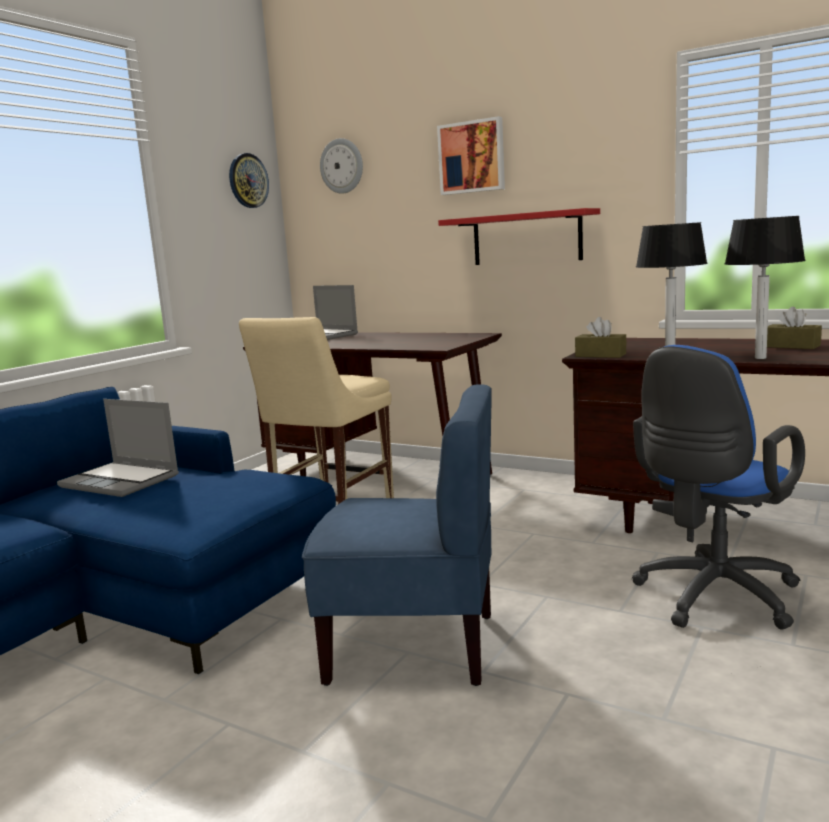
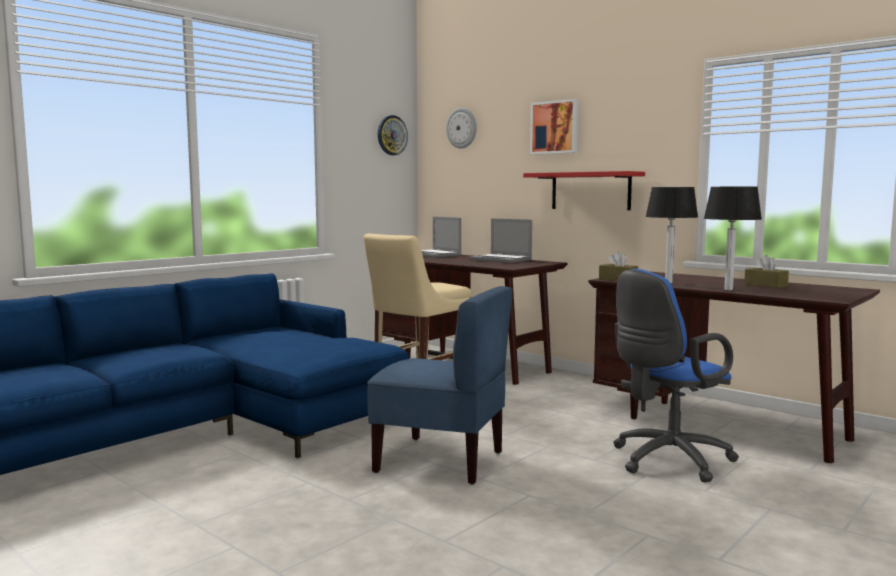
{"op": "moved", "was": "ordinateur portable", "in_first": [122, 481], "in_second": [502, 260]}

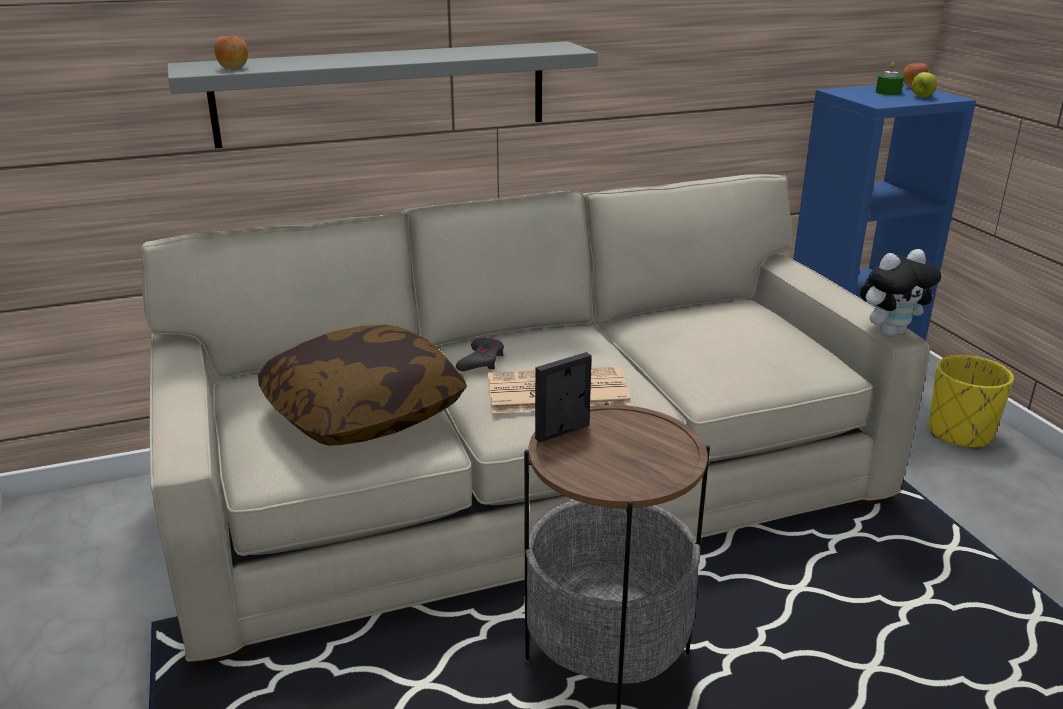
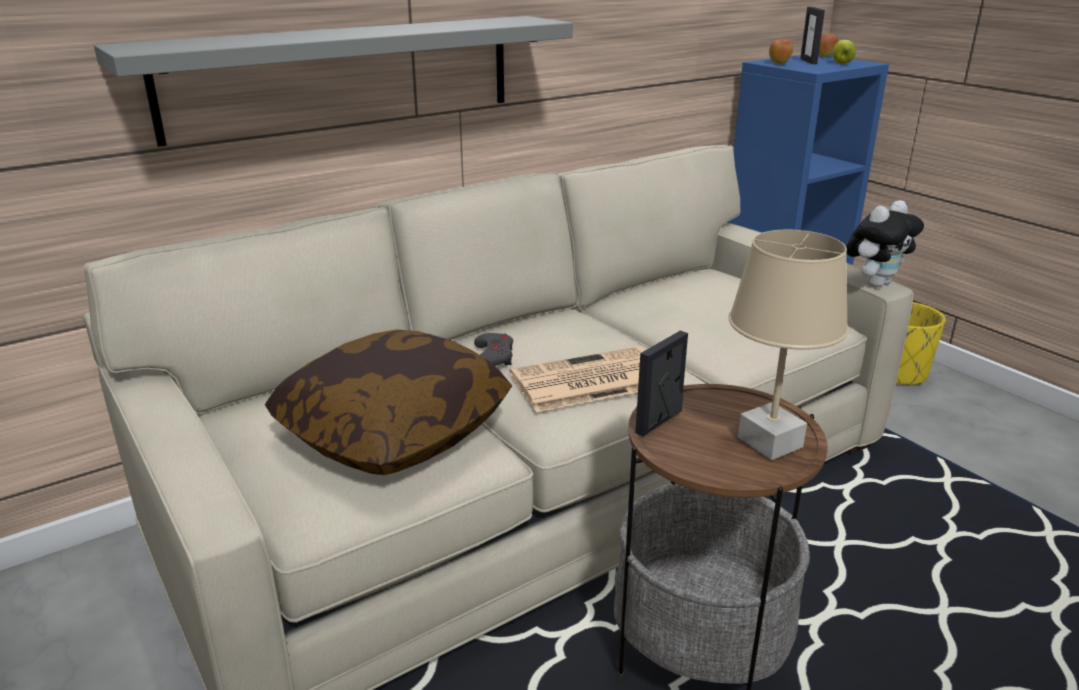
{"op": "moved", "was": "pomme", "in_first": [233, 68], "in_second": [779, 63]}
{"op": "replaced", "was": "bougie/vert", "now": "cadre photo", "in_first": [888, 92], "in_second": [809, 61]}
{"op": "added", "now": "lampe de table/beige", "in_second": [771, 442]}

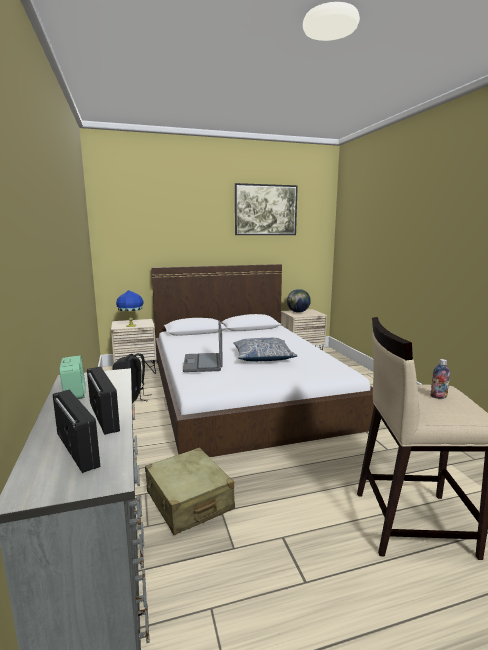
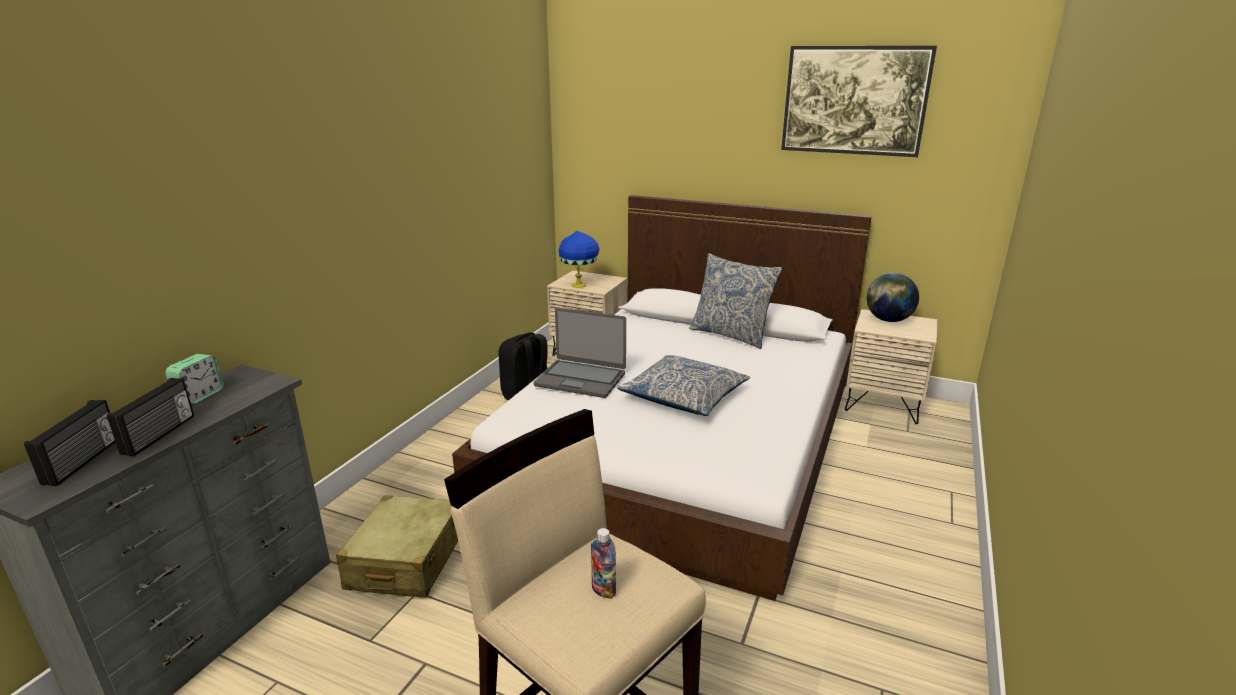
{"op": "turned", "was": "ordinateur portable", "in_first": [203, 363], "in_second": [581, 379], "clockwise": -105}
{"op": "added", "now": "coussin", "in_second": [731, 335]}

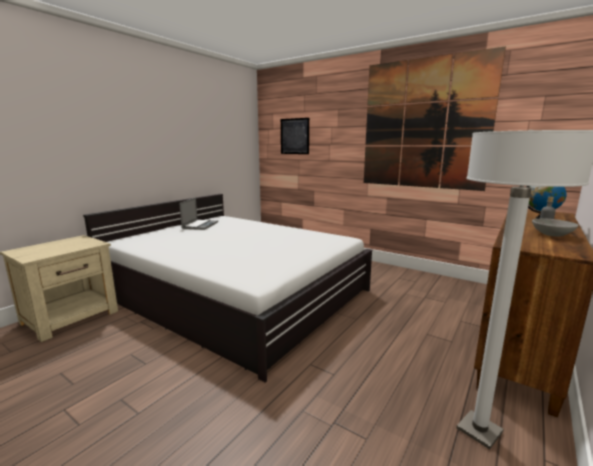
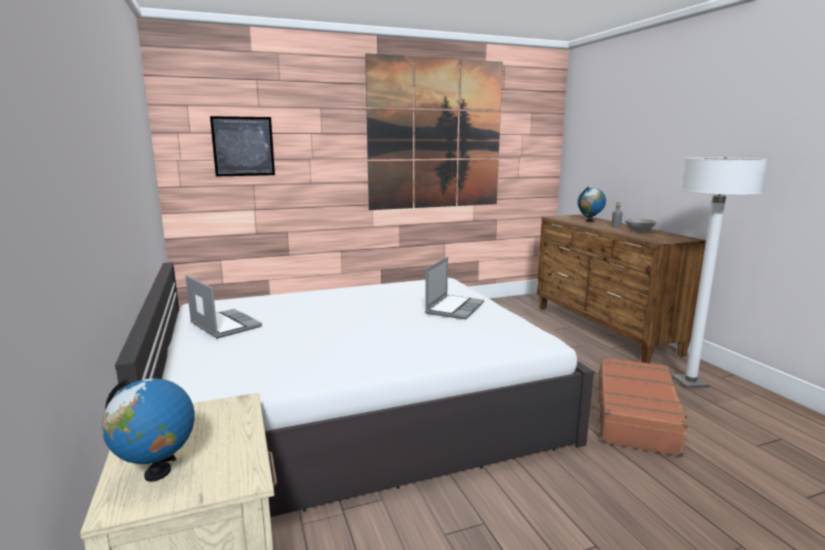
{"op": "added", "now": "globe", "in_second": [157, 473]}
{"op": "added", "now": "ordinateur portable", "in_second": [454, 308]}
{"op": "added", "now": "valise/marron", "in_second": [636, 416]}

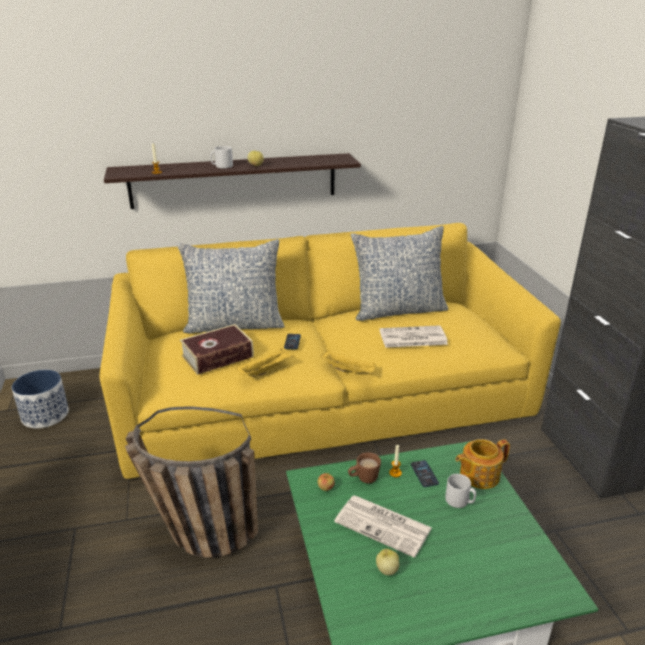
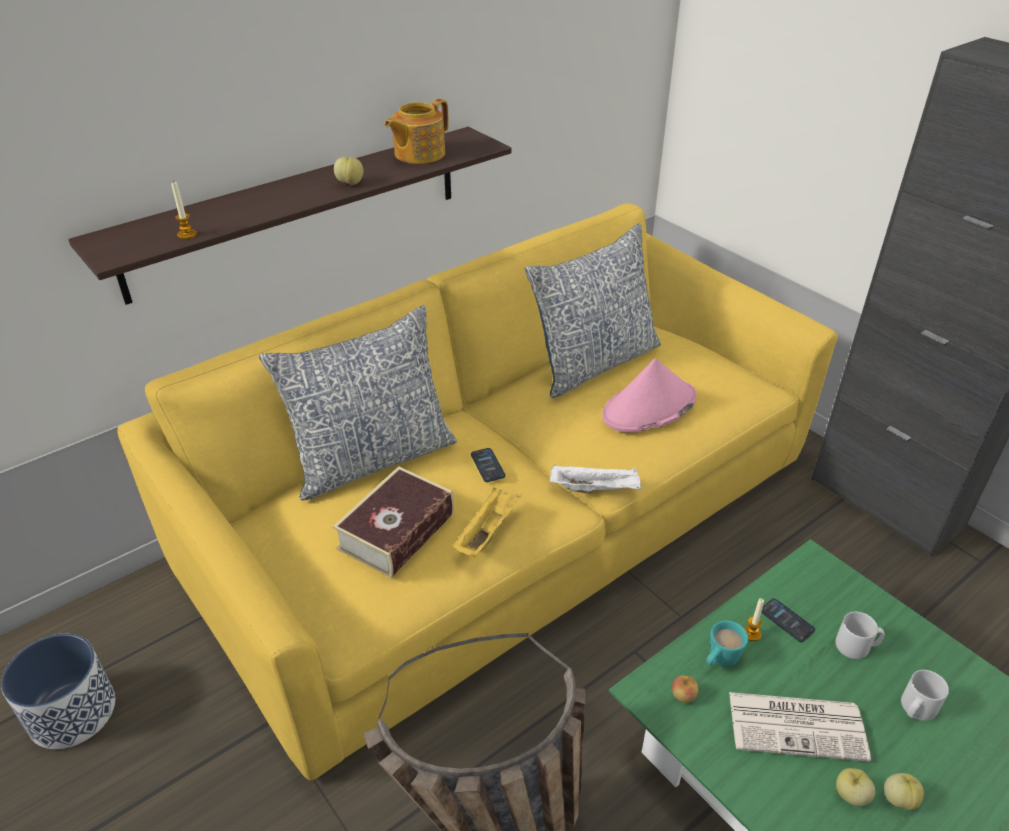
{"op": "moved", "was": "mug/gris", "in_first": [222, 166], "in_second": [916, 709]}
{"op": "recoloured", "was": "plateau/jaune", "now": "plateau/blanc", "in_first": [348, 370], "in_second": [595, 489]}
{"op": "recoloured", "was": "mug/marron", "now": "mug/turquoise", "in_first": [363, 479], "in_second": [720, 660]}
{"op": "replaced", "was": "journal", "now": "chapeau/rose", "in_first": [412, 338], "in_second": [649, 407]}
{"op": "moved", "was": "théière", "in_first": [478, 475], "in_second": [418, 154]}
{"op": "added", "now": "pomme", "in_second": [898, 799]}

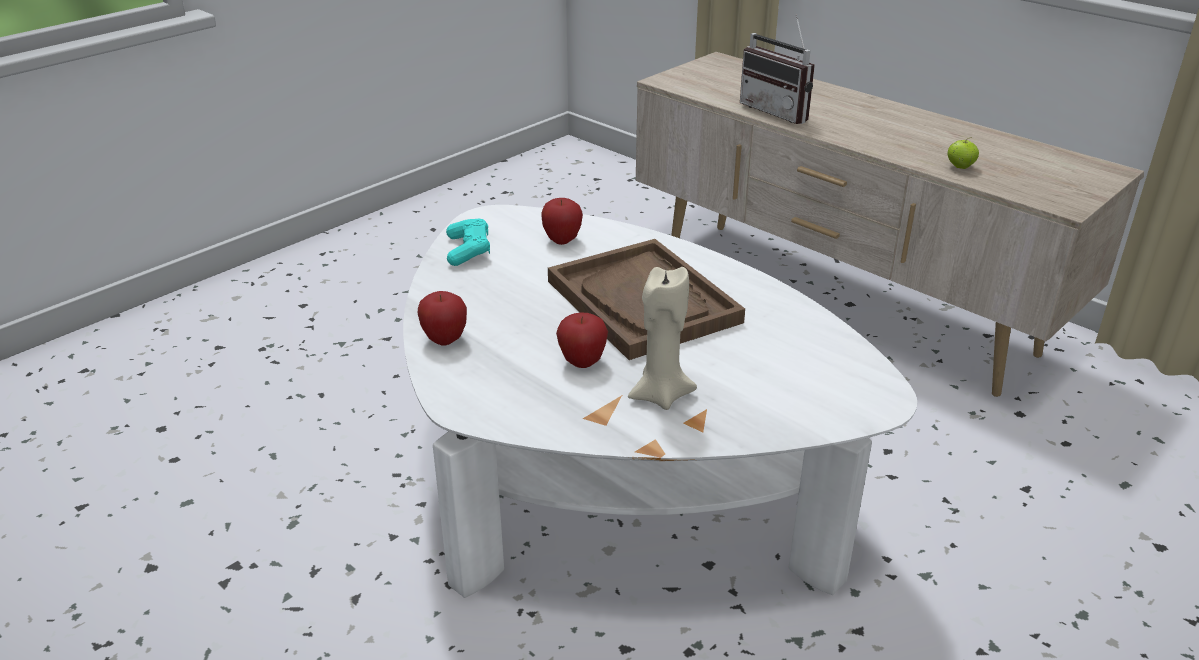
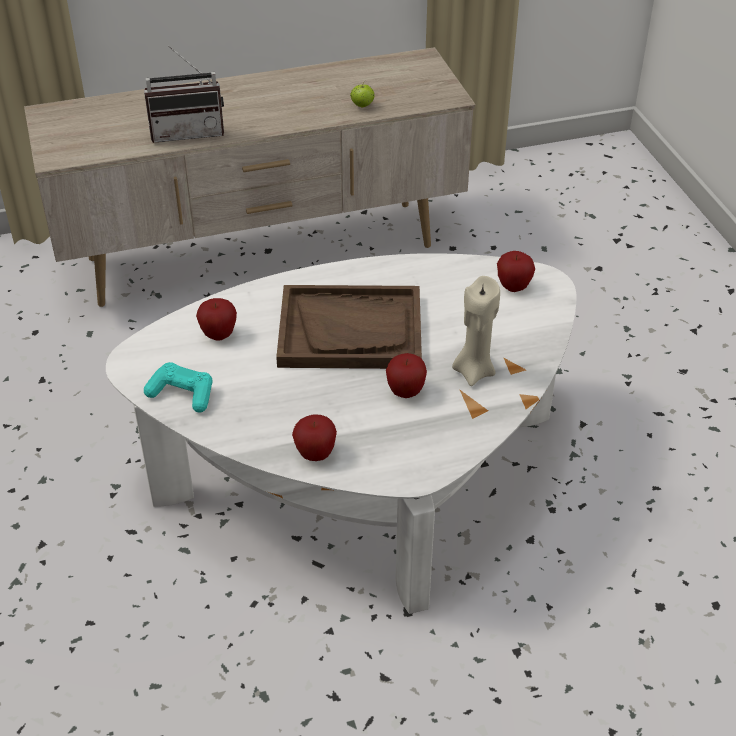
{"op": "added", "now": "pomme", "in_second": [513, 287]}

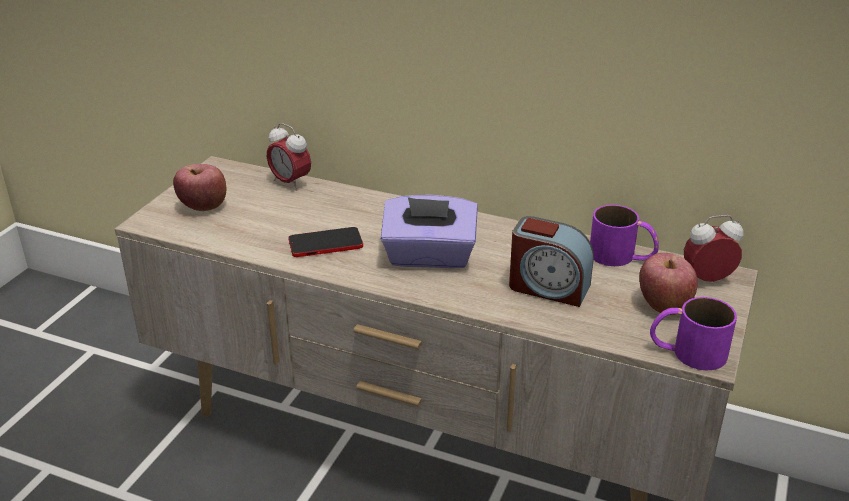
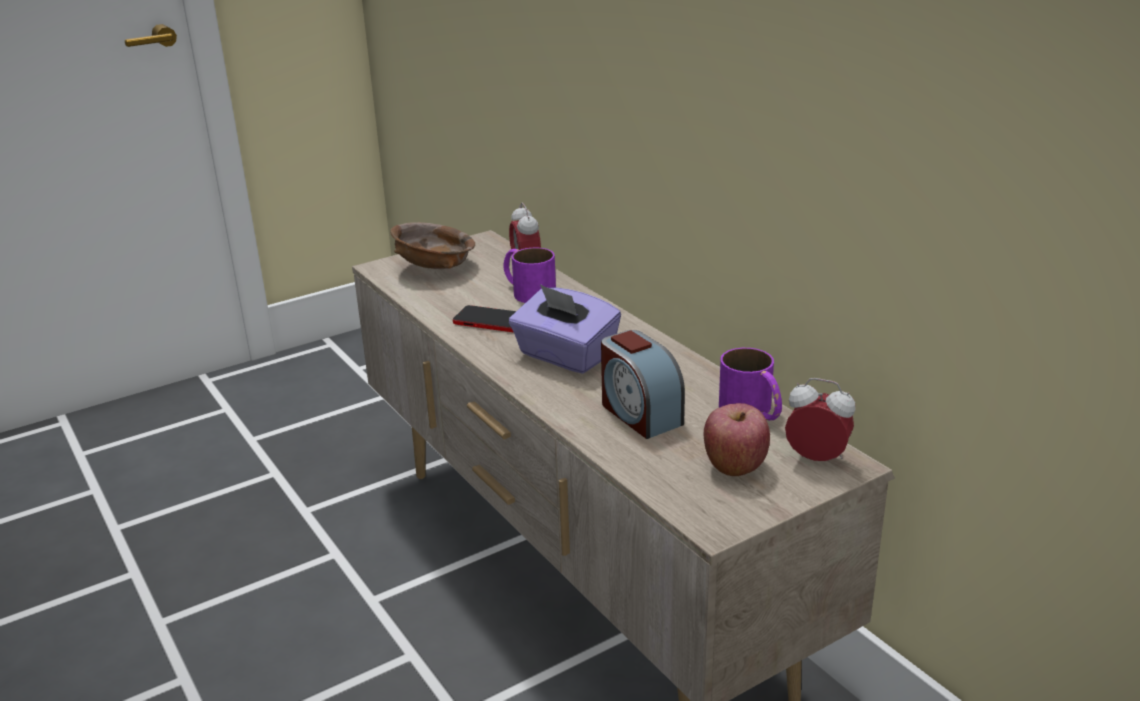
{"op": "replaced", "was": "pomme", "now": "bol/marron", "in_first": [203, 206], "in_second": [434, 267]}
{"op": "moved", "was": "mug/violet", "in_first": [686, 352], "in_second": [527, 291]}

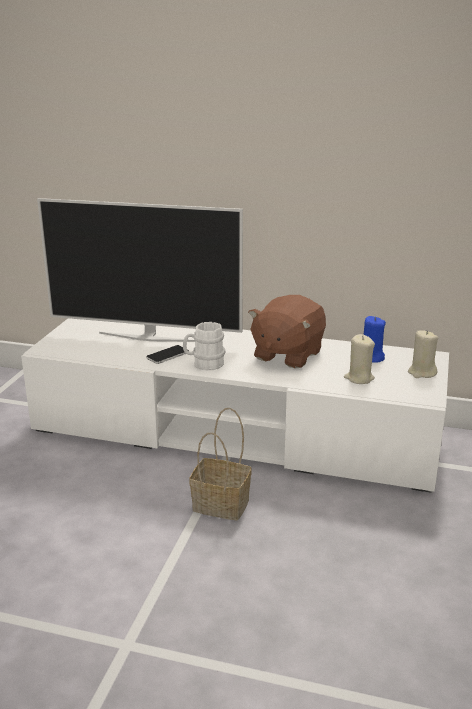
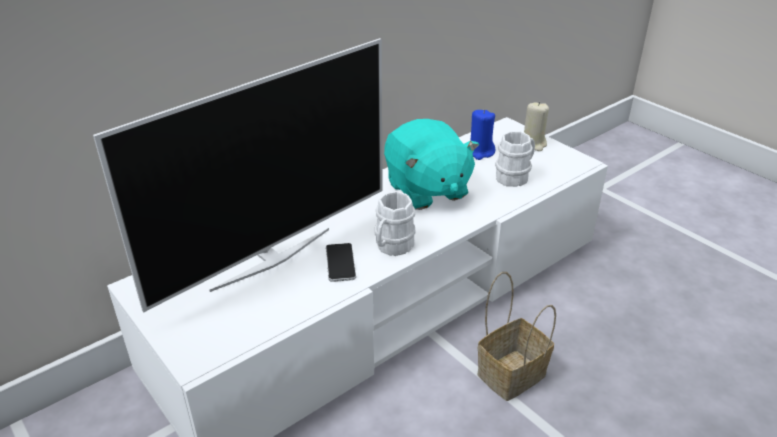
{"op": "recoloured", "was": "peluche/marron", "now": "peluche/turquoise", "in_first": [287, 355], "in_second": [426, 190]}
{"op": "replaced", "was": "bougie/beige", "now": "mug/blanc", "in_first": [359, 378], "in_second": [515, 176]}

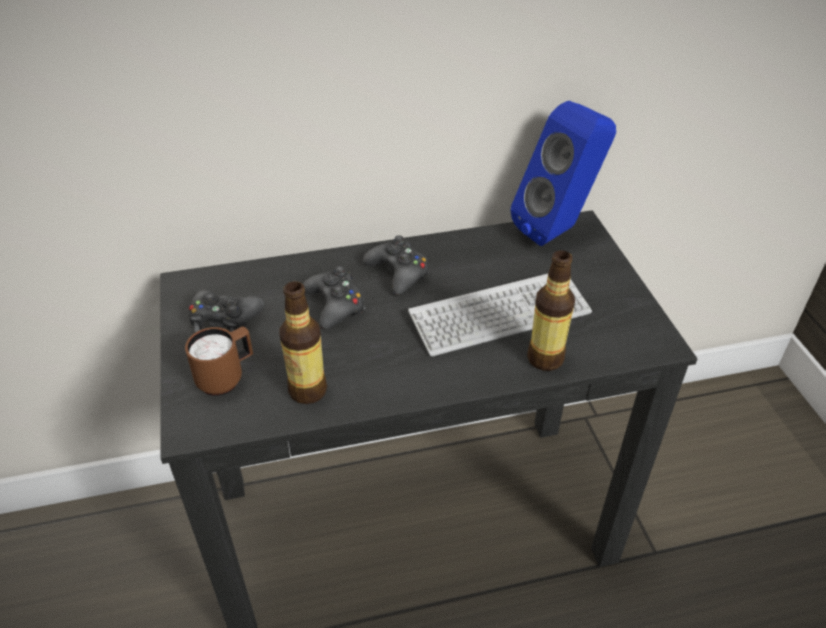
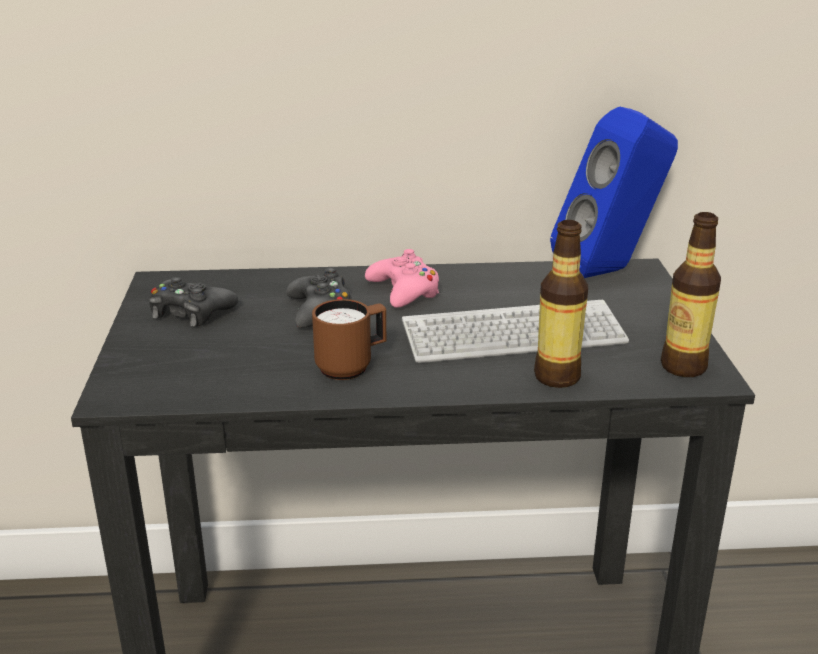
{"op": "moved", "was": "mug/marron", "in_first": [227, 378], "in_second": [352, 366]}
{"op": "moved", "was": "bouteille", "in_first": [308, 391], "in_second": [683, 367]}
{"op": "recoloured", "was": "manette/noir", "now": "manette/rose", "in_first": [398, 273], "in_second": [404, 291]}

